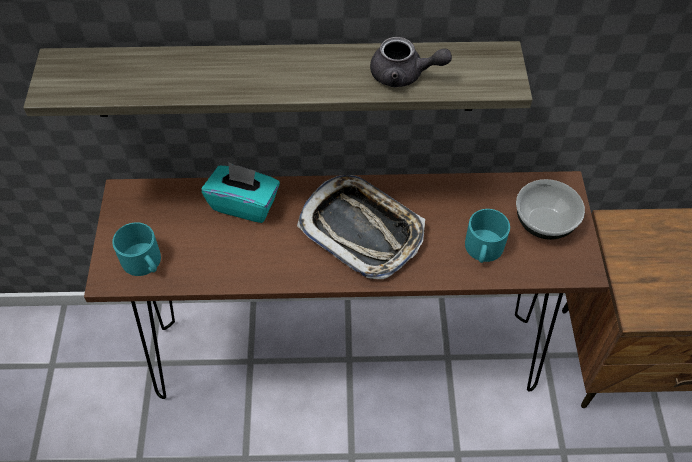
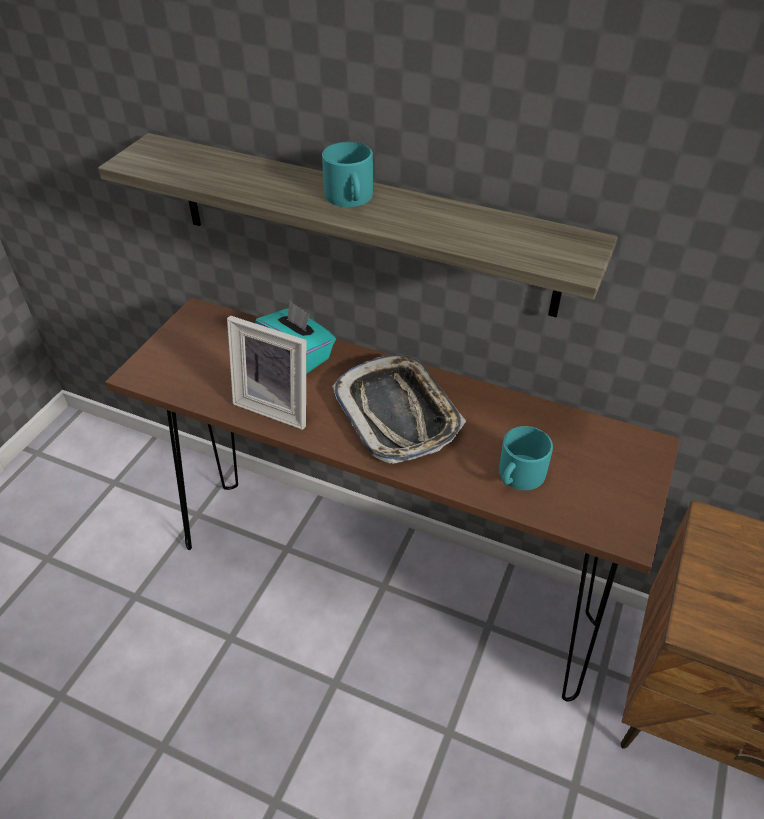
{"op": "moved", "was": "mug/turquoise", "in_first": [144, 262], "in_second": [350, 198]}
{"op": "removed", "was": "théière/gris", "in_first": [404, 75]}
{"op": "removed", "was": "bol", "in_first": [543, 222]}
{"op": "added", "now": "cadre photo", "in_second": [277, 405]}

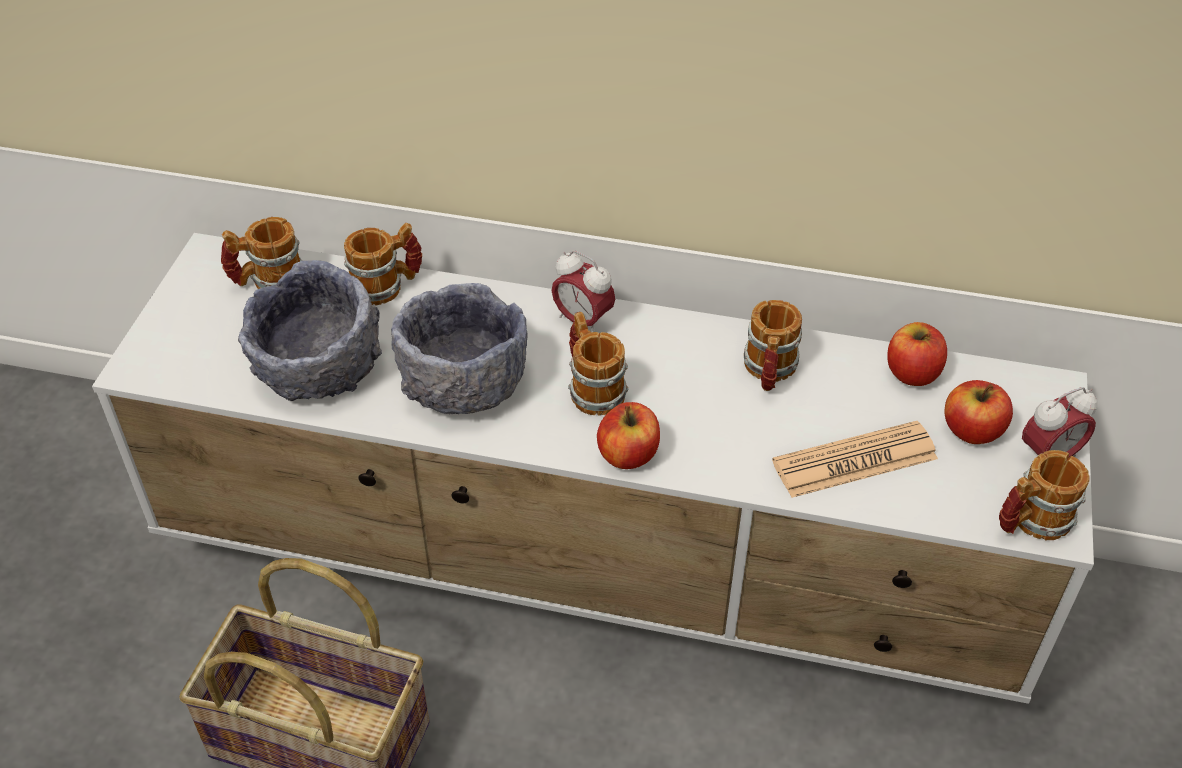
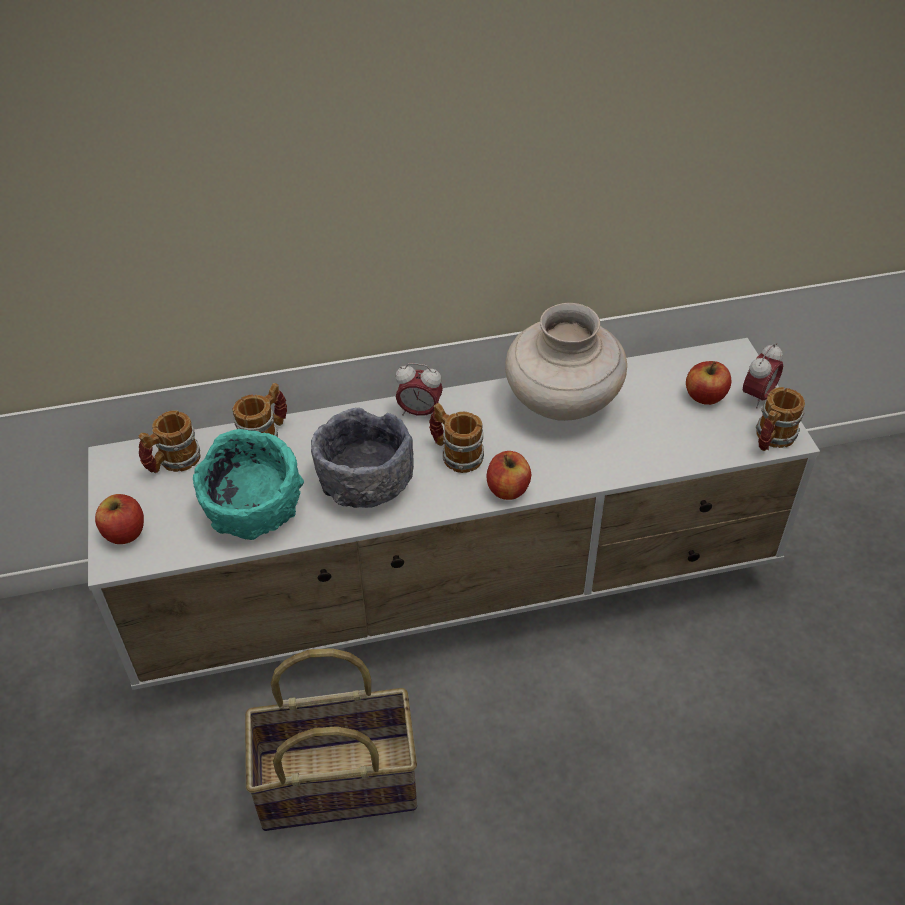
{"op": "recoloured", "was": "bol/gris", "now": "bol/turquoise", "in_first": [318, 367], "in_second": [255, 509]}
{"op": "replaced", "was": "mug", "now": "vase/beige", "in_first": [769, 372], "in_second": [562, 403]}
{"op": "removed", "was": "journal", "in_first": [854, 461]}
{"op": "moved", "was": "pomme", "in_first": [912, 373], "in_second": [124, 532]}

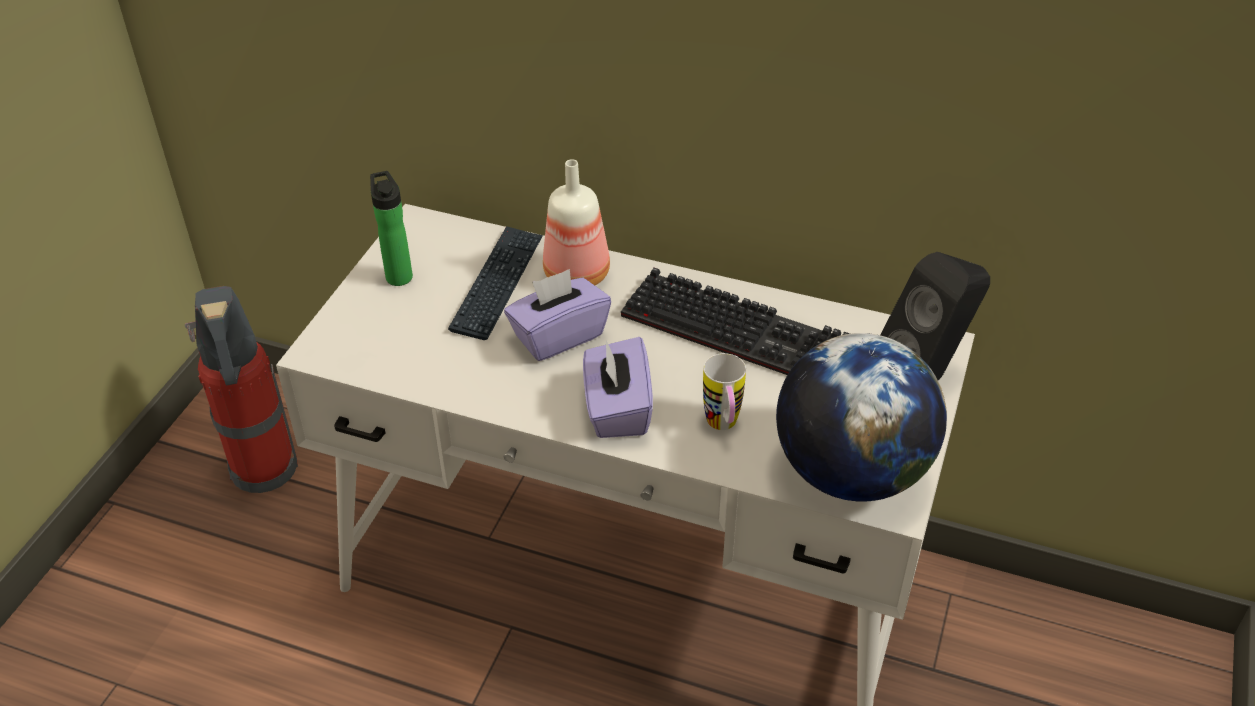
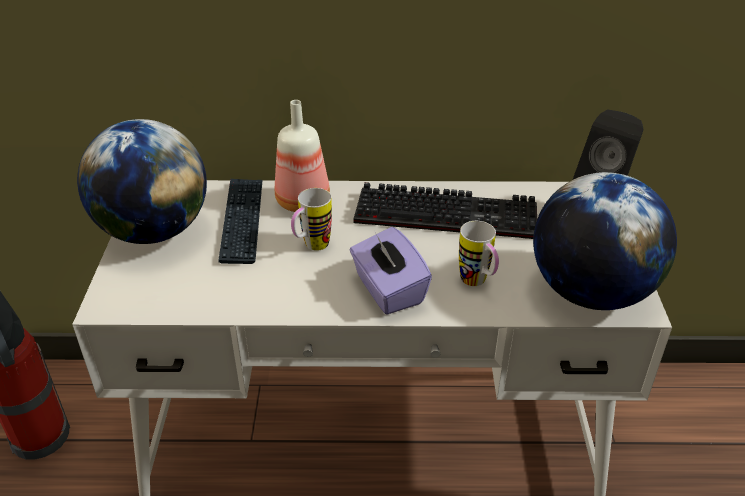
{"op": "replaced", "was": "bouteille", "now": "globe", "in_first": [398, 275], "in_second": [154, 231]}
{"op": "replaced", "was": "boîte à mouchoirs/violet", "now": "mug", "in_first": [558, 336], "in_second": [311, 247]}

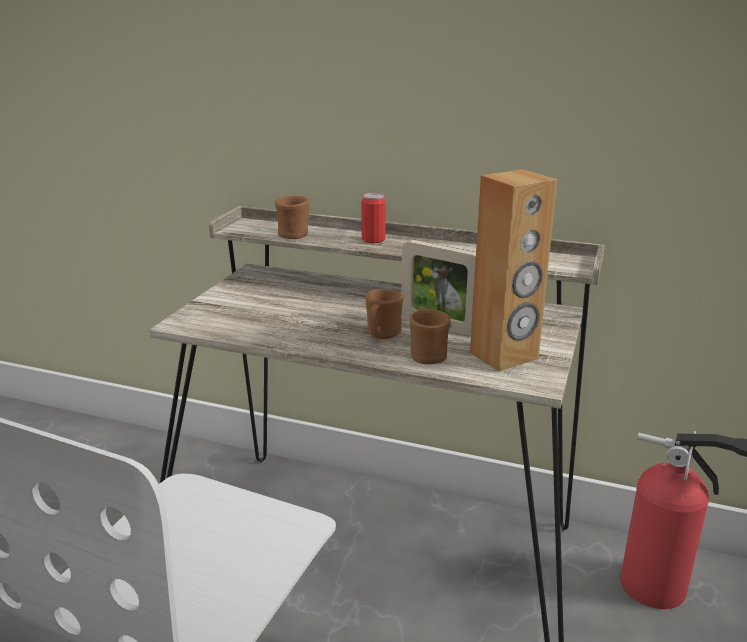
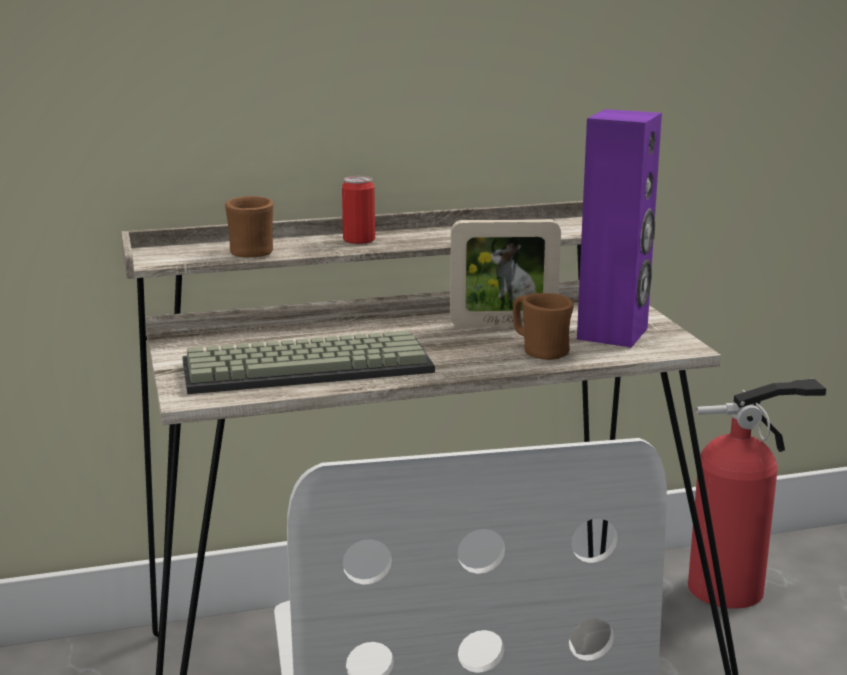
{"op": "removed", "was": "mug/marron", "in_first": [382, 335]}
{"op": "recoloured", "was": "enceinte/marron", "now": "enceinte/violet", "in_first": [504, 356], "in_second": [613, 334]}
{"op": "added", "now": "clavier", "in_second": [309, 366]}

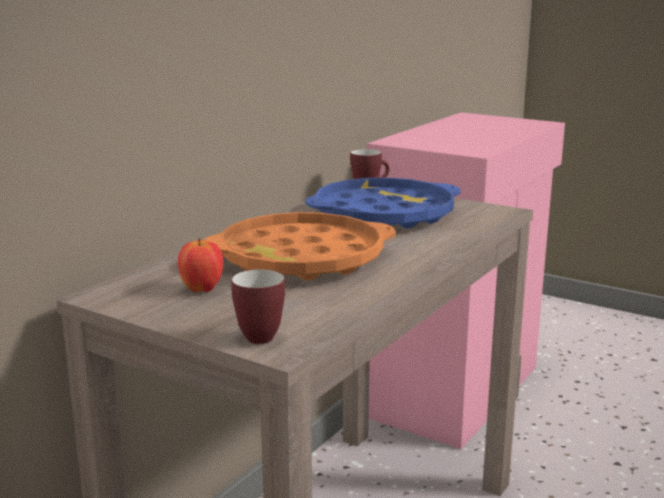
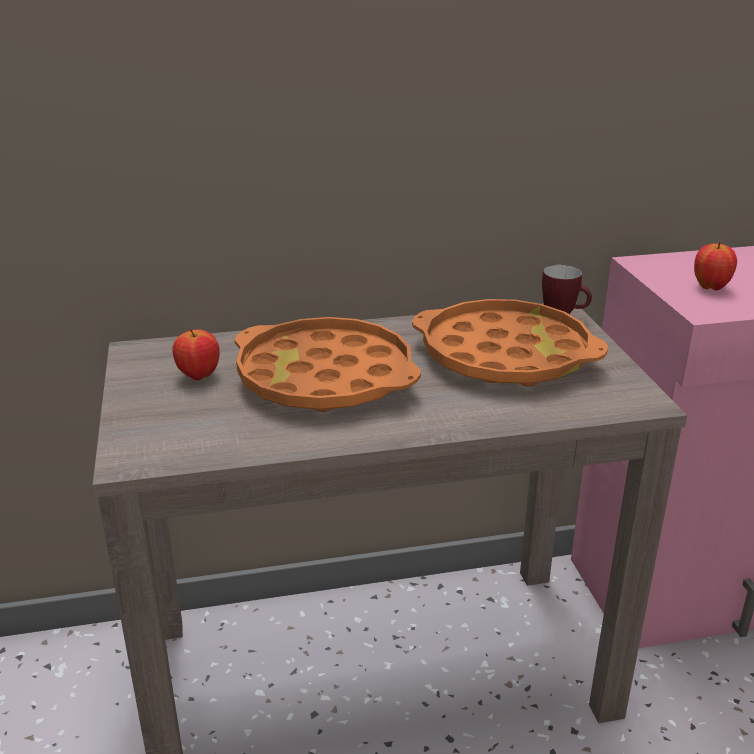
{"op": "removed", "was": "mug", "in_first": [261, 335]}
{"op": "recoloured", "was": "plateau/bleu", "now": "plateau/orange", "in_first": [384, 215], "in_second": [505, 355]}
{"op": "added", "now": "pomme", "in_second": [710, 287]}

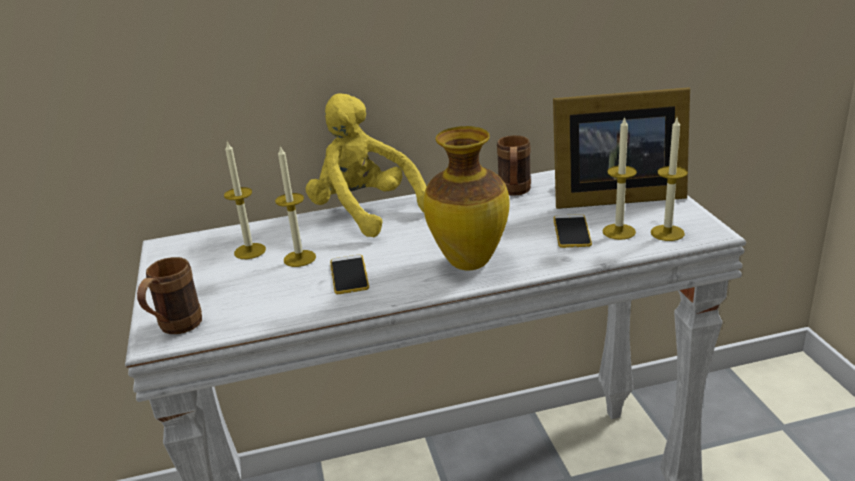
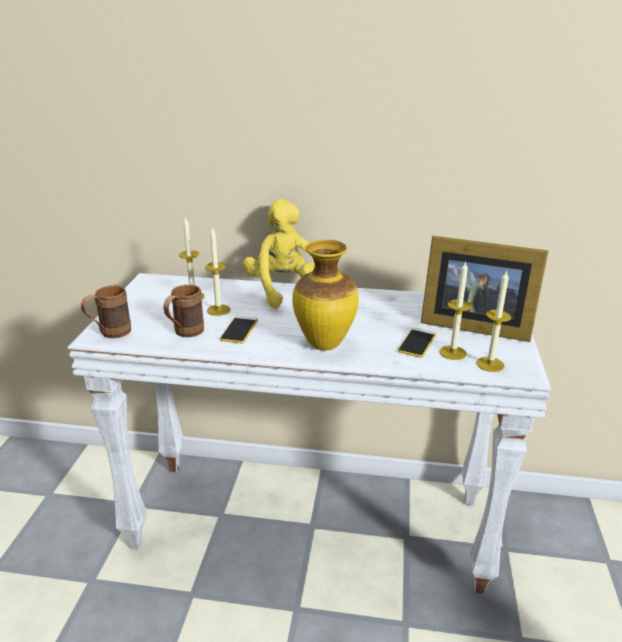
{"op": "moved", "was": "mug/marron", "in_first": [514, 192], "in_second": [184, 333]}

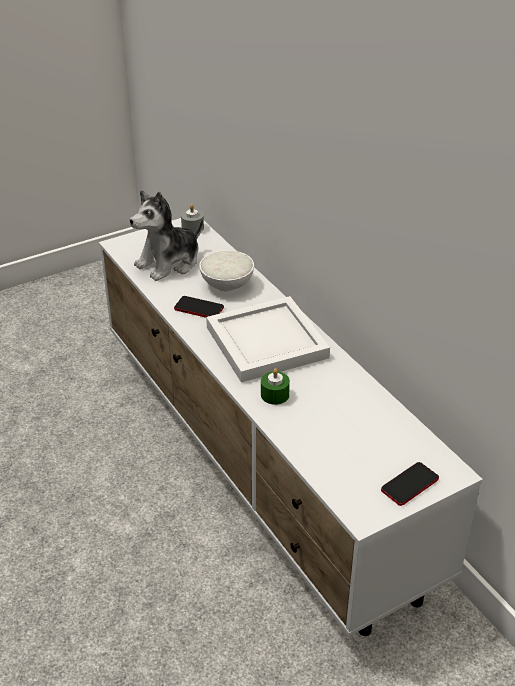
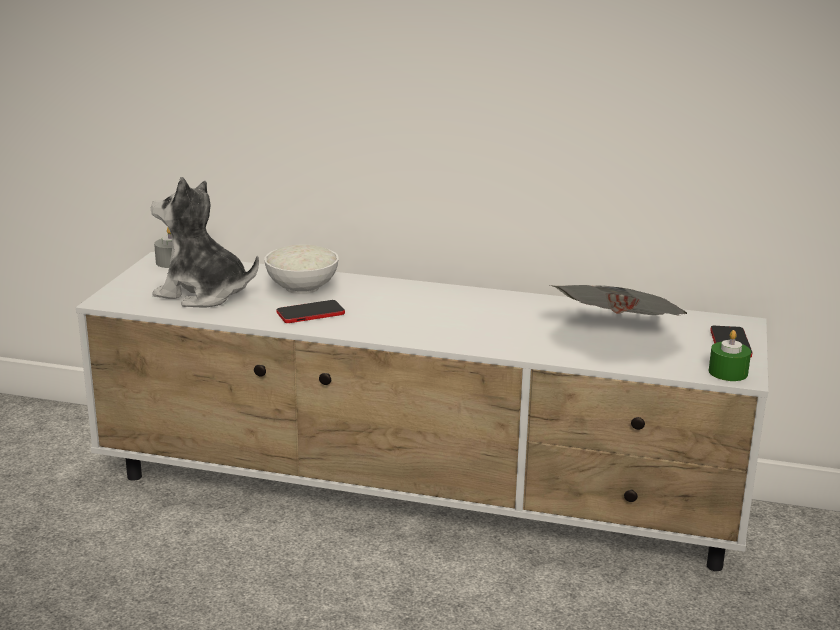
{"op": "turned", "was": "peluche", "in_first": [169, 263], "in_second": [203, 294], "clockwise": 105}
{"op": "removed", "was": "plateau/blanc", "in_first": [267, 341]}
{"op": "moved", "was": "bougie/vert", "in_first": [275, 395], "in_second": [728, 372]}
{"op": "added", "now": "journal", "in_second": [618, 335]}

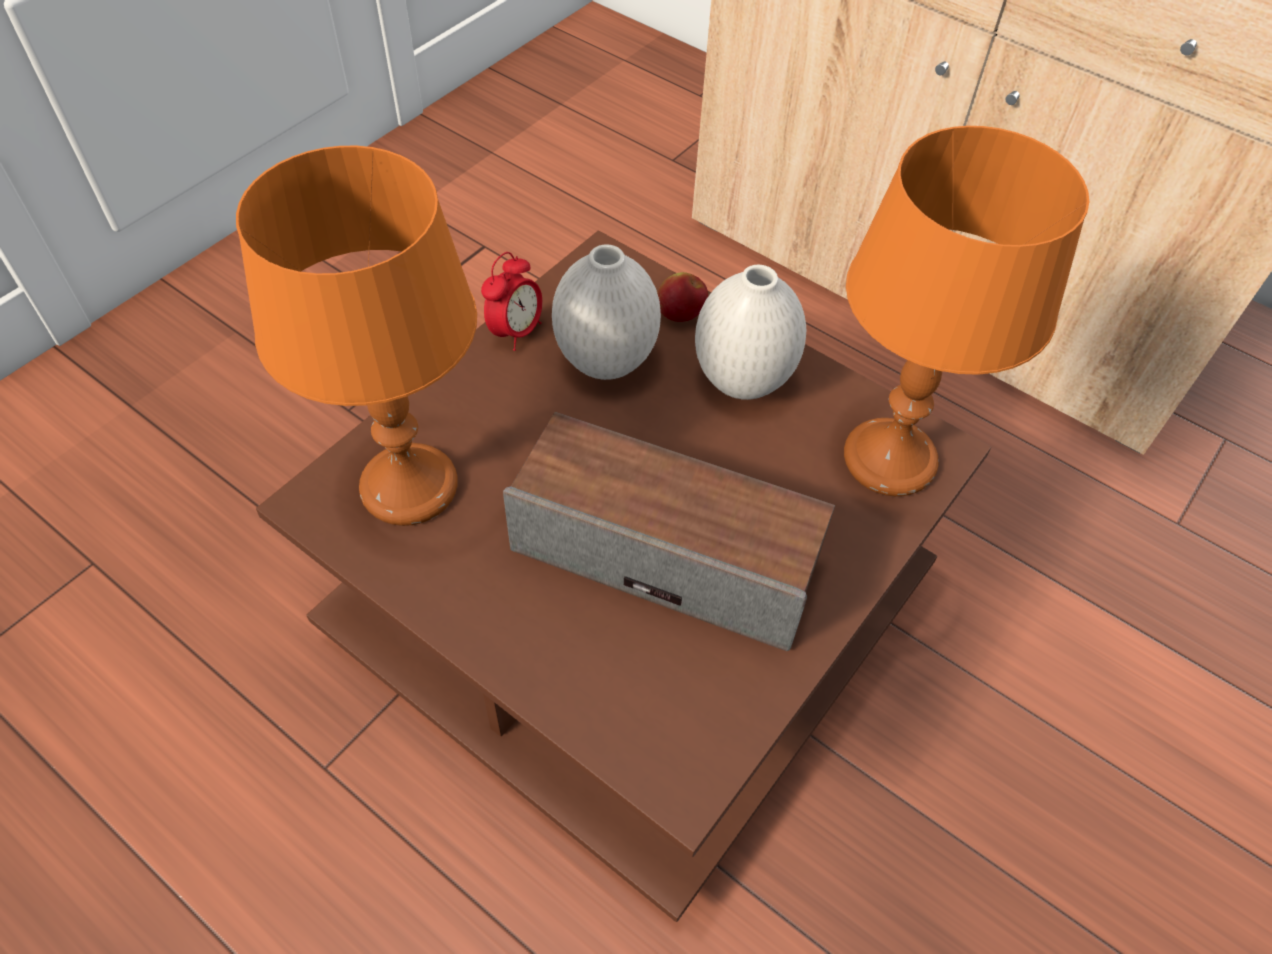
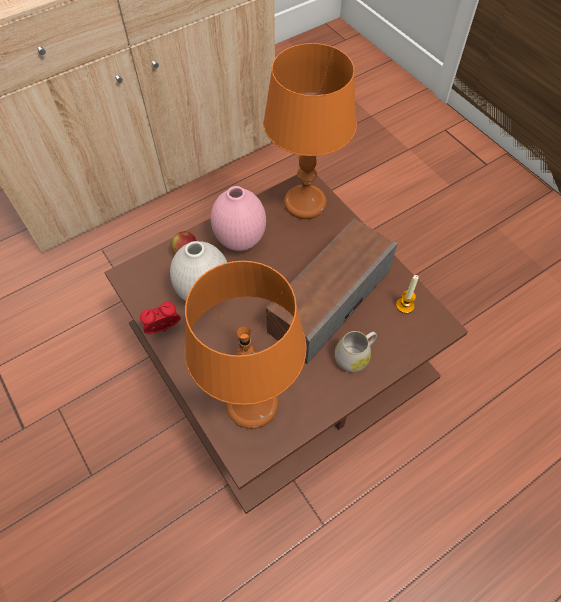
{"op": "turned", "was": "réveil", "in_first": [516, 332], "in_second": [164, 329], "clockwise": -75}
{"op": "recoloured", "was": "vase/blanc", "now": "vase/rose", "in_first": [743, 382], "in_second": [241, 240]}
{"op": "added", "now": "mug/blanc", "in_second": [355, 356]}
{"op": "added", "now": "bougie", "in_second": [405, 305]}

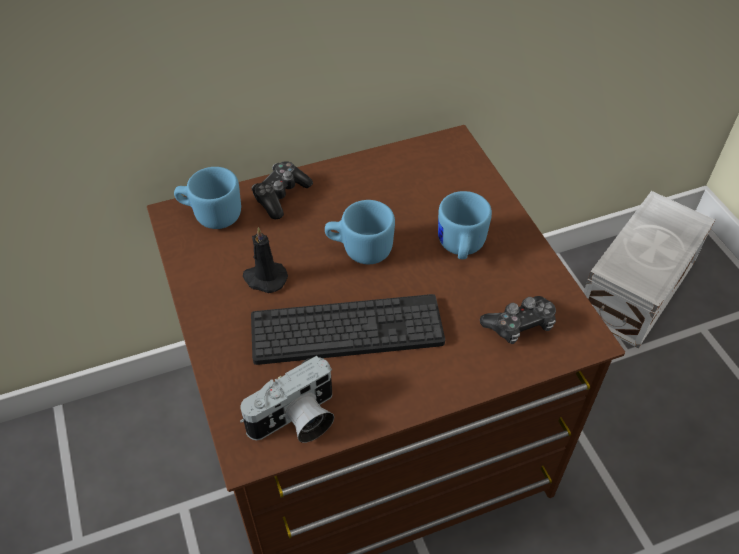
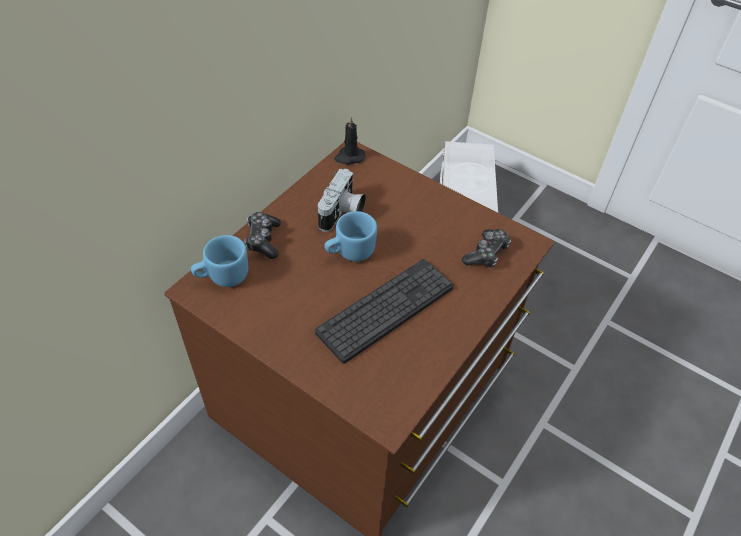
{"op": "moved", "was": "appareil photo", "in_first": [296, 421], "in_second": [342, 213]}
{"op": "moved", "was": "bougie/noir", "in_first": [264, 278], "in_second": [349, 157]}
{"op": "removed", "was": "mug/bleu", "in_first": [460, 248]}

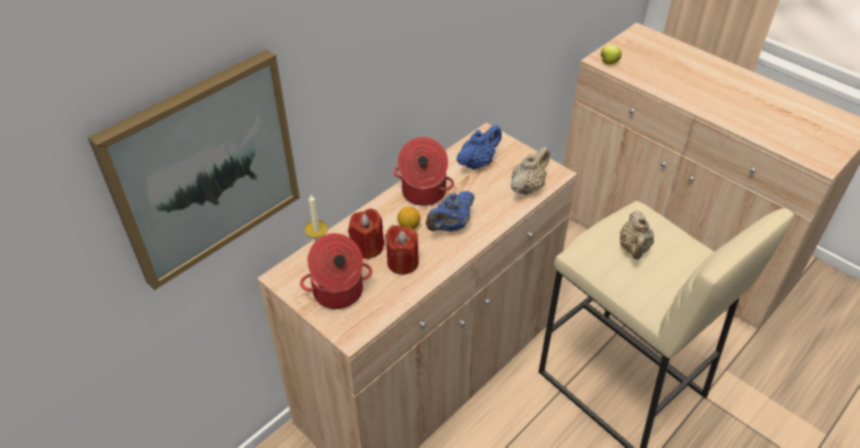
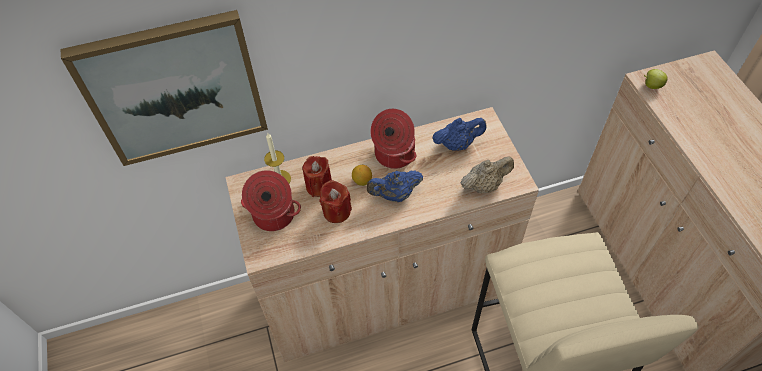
{"op": "removed", "was": "théière/beige", "in_first": [634, 249]}

